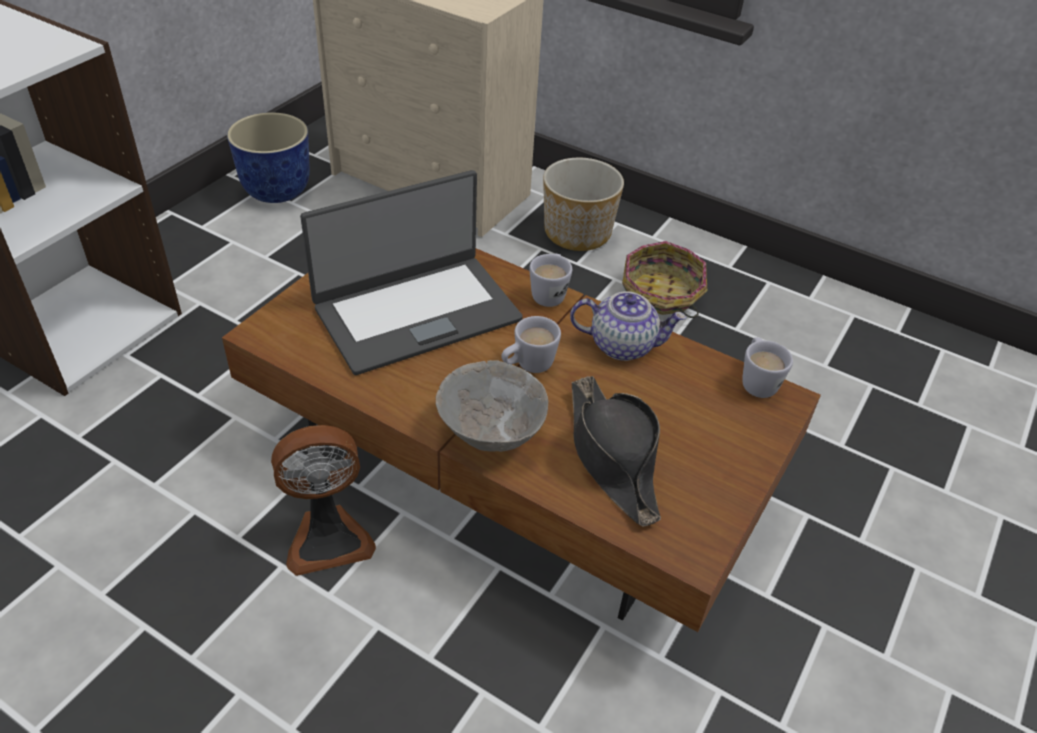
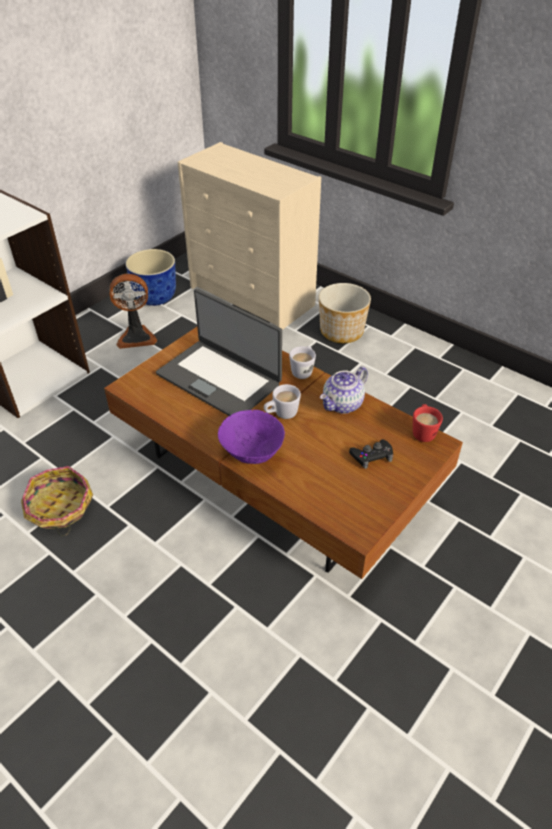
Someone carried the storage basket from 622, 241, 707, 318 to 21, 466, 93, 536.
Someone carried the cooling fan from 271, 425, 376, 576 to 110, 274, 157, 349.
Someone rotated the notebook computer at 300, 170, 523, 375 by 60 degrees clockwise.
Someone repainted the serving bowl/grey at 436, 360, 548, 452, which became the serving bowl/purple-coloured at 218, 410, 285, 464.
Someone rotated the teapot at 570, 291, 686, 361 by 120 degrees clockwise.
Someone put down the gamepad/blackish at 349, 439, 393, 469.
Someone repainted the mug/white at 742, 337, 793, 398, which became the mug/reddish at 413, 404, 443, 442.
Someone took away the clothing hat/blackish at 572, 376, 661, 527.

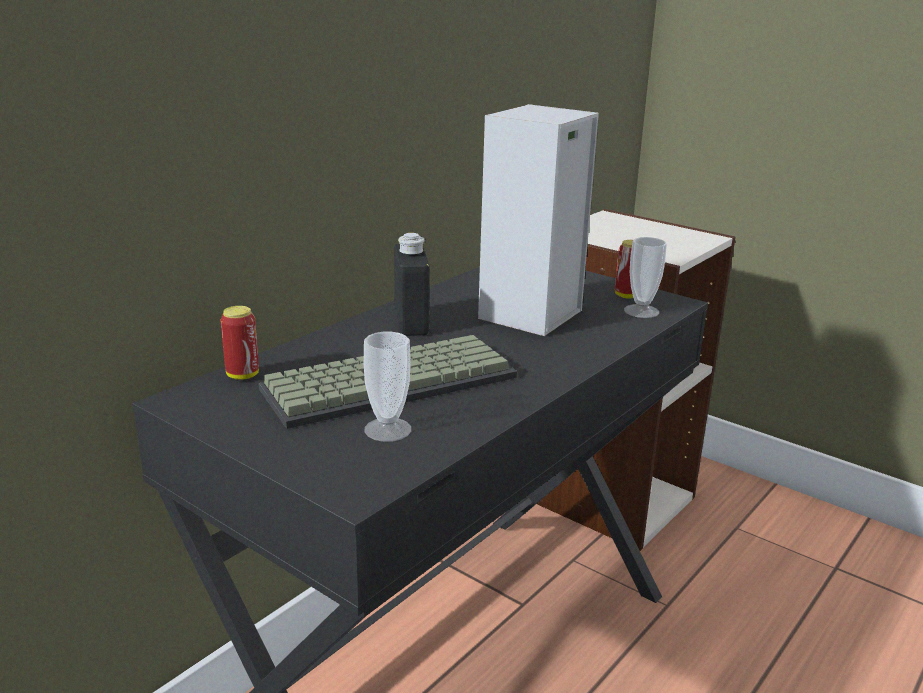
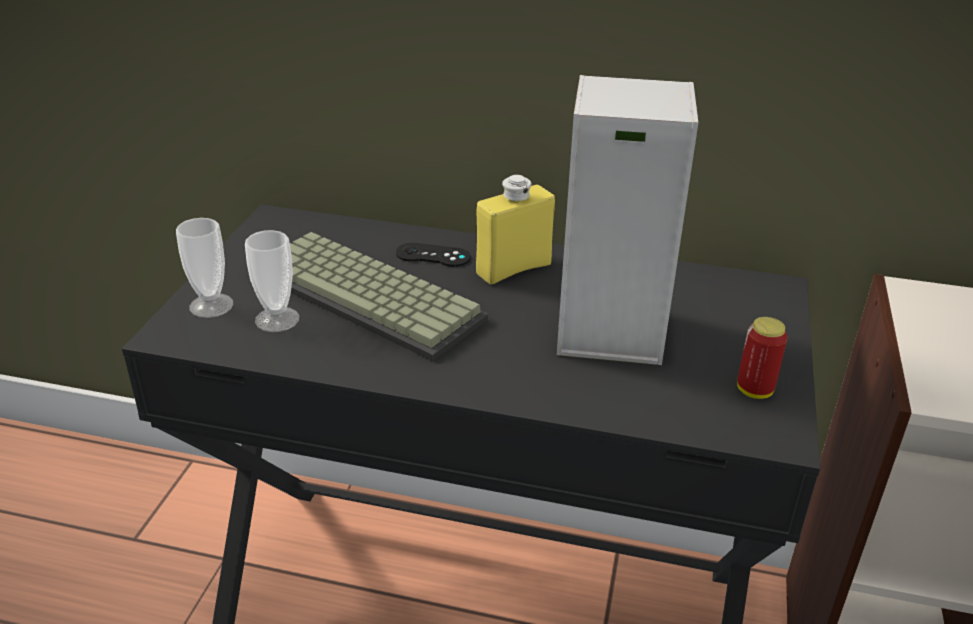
Someone carried the small cup from 624, 237, 667, 318 to 176, 218, 233, 318.
Someone put down the gamepad/blackish at 396, 243, 471, 267.
Someone repainted the drink bottle/blackish at 394, 233, 430, 336, which became the drink bottle/yellow at 476, 175, 555, 285.
Someone took away the can at 220, 306, 259, 380.

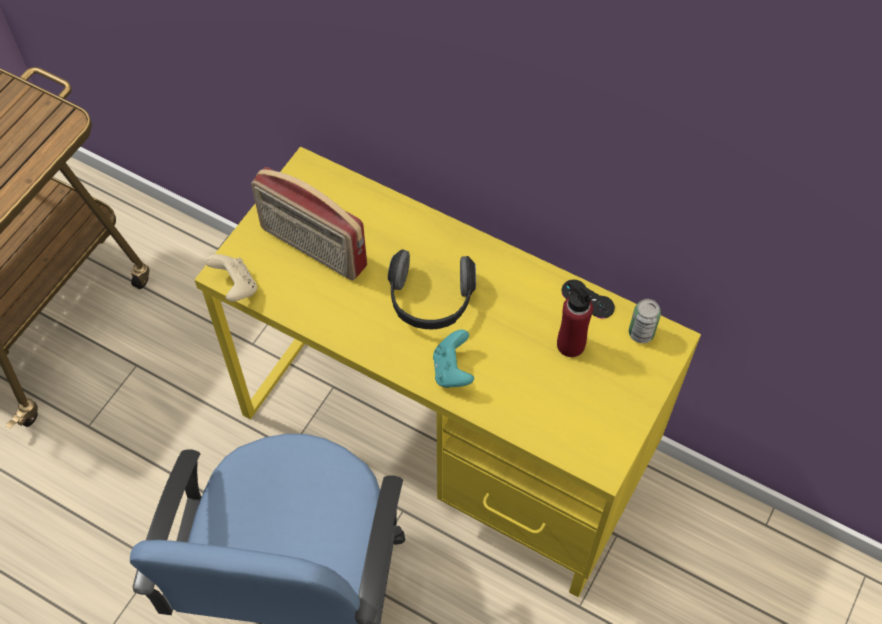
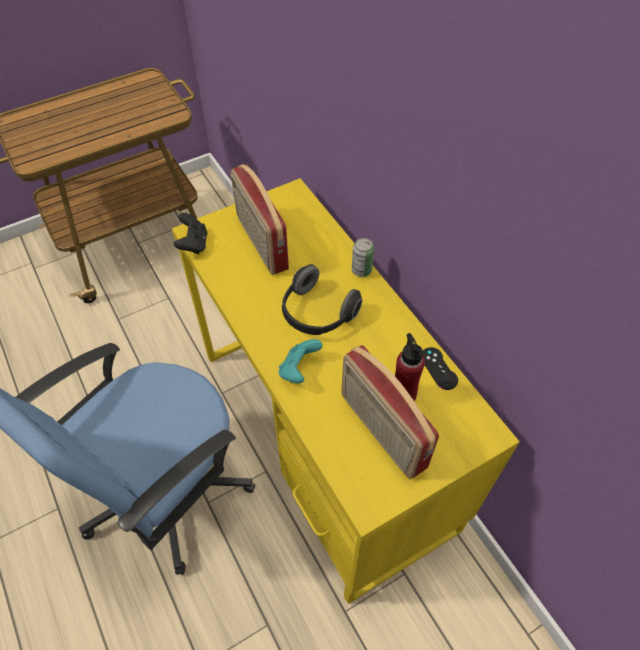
Someone repainted the gamepad/beige at 206, 254, 257, 302, which became the gamepad/blackish at 174, 213, 207, 254.
Someone put down the radio at 341, 345, 439, 479.
Someone carried the can from 629, 299, 661, 343 to 352, 238, 374, 277.

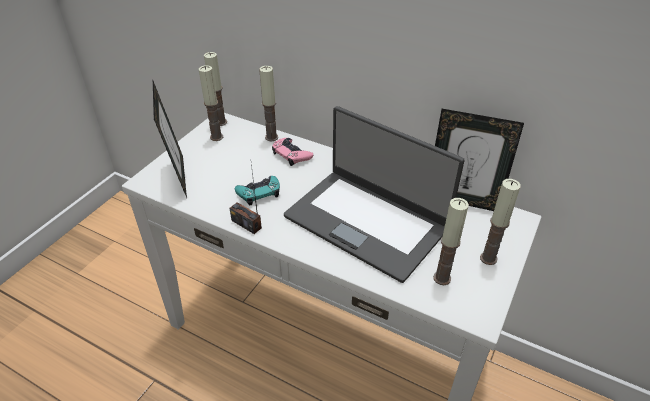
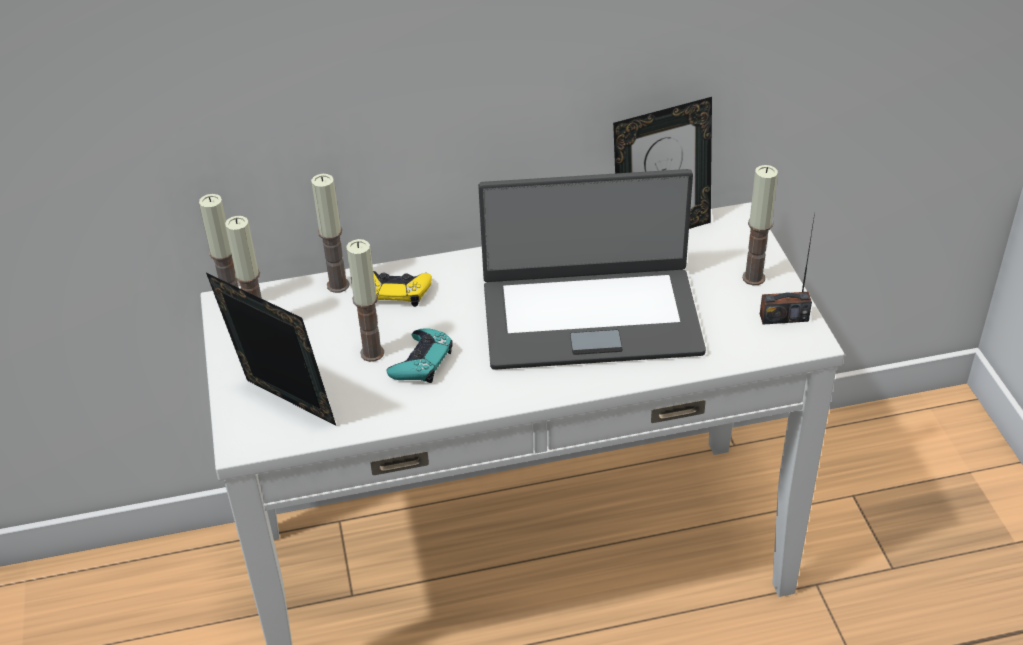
Someone carried the wax light from 433, 198, 469, 285 to 346, 239, 384, 362.
Someone repainted the gamepad/pink-coloured at 272, 138, 313, 166, which became the gamepad/yellow at 373, 271, 432, 307.
Someone carried the radio from 230, 164, 262, 234 to 760, 213, 815, 325.

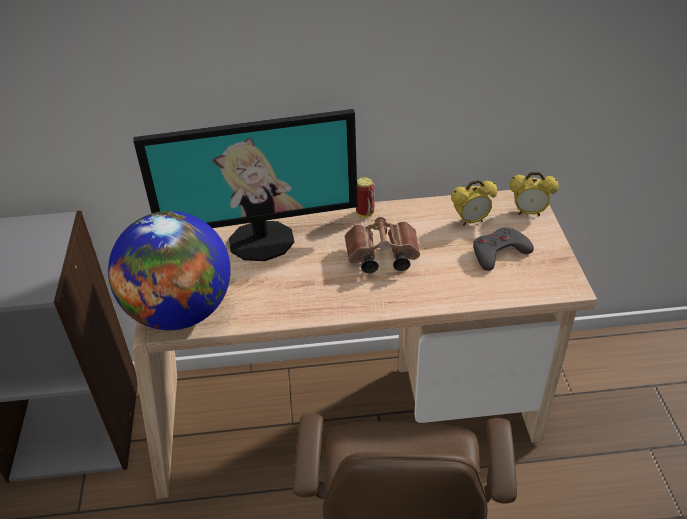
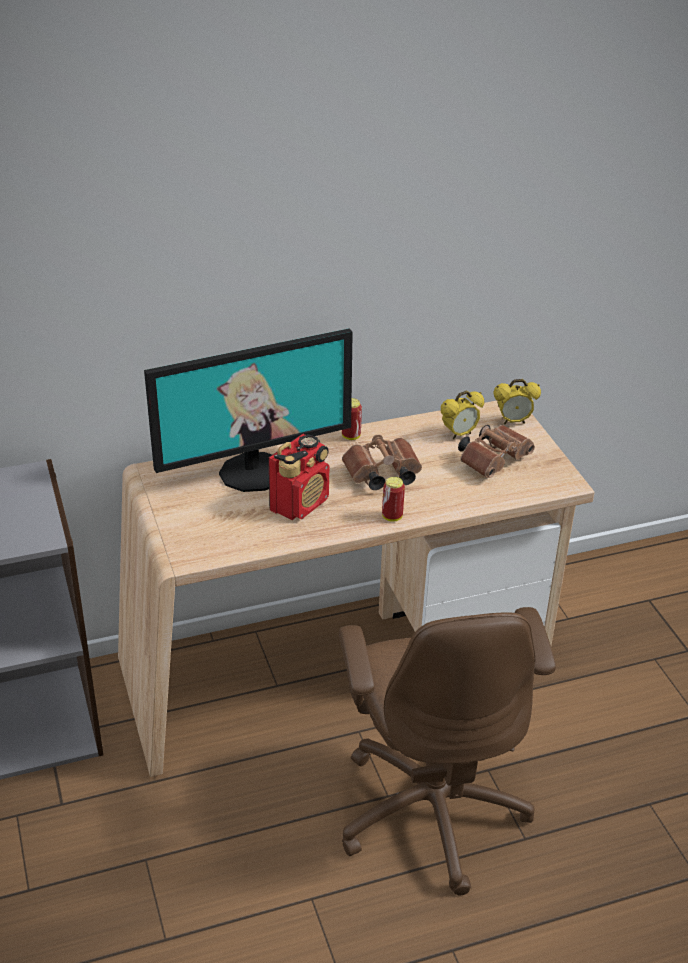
Someone put down the radio at 269, 434, 329, 520.
Someone put down the can at 382, 477, 405, 522.
Someone swapped the gamepad/grey at 473, 227, 534, 271 for the binoculars/brown at 458, 425, 535, 478.
Someone took away the desk globe at 108, 211, 231, 330.

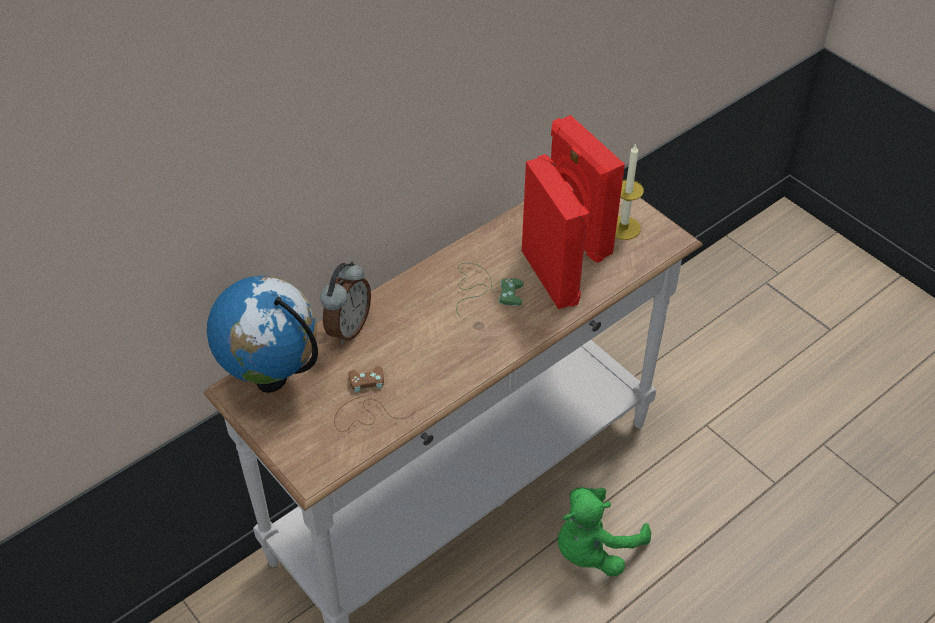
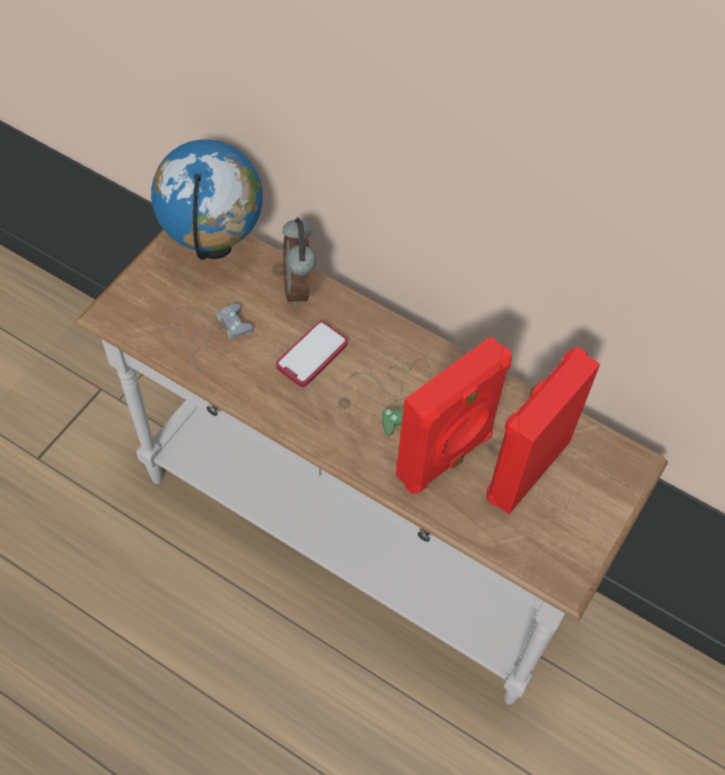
Someone repainted the gamepad/brown at 334, 366, 415, 432, which became the gamepad/grey at 162, 304, 254, 374.
Someone put down the telephone at 276, 321, 348, 387.
Someone rotated the bedside clock at 320, 261, 371, 344 by 75 degrees clockwise.
Someone took away the plush toy/greenish at 558, 487, 651, 576.
Someone took away the wax light at 615, 143, 644, 240.

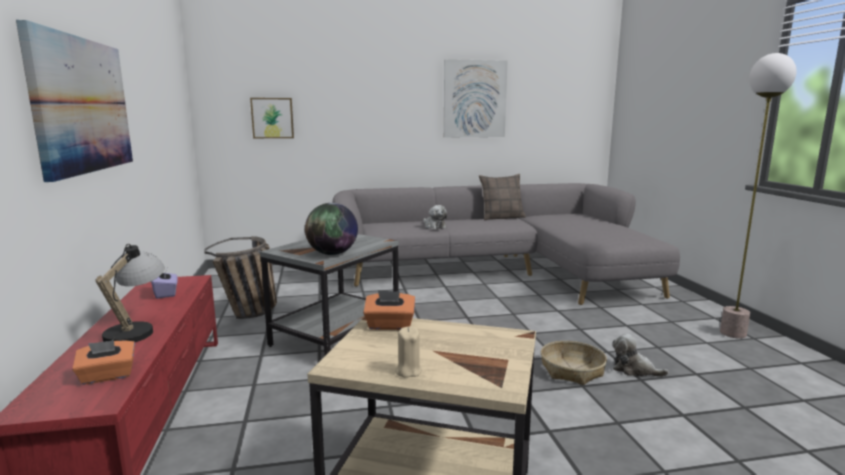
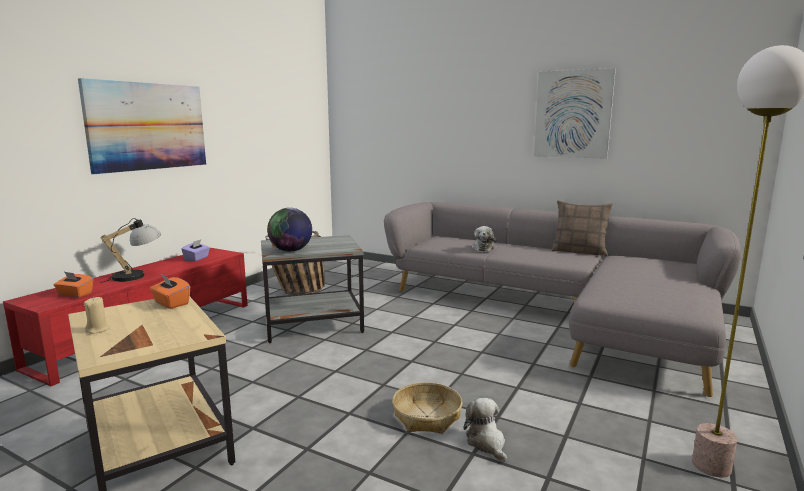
Someone took away the wall art at 250, 98, 294, 138.

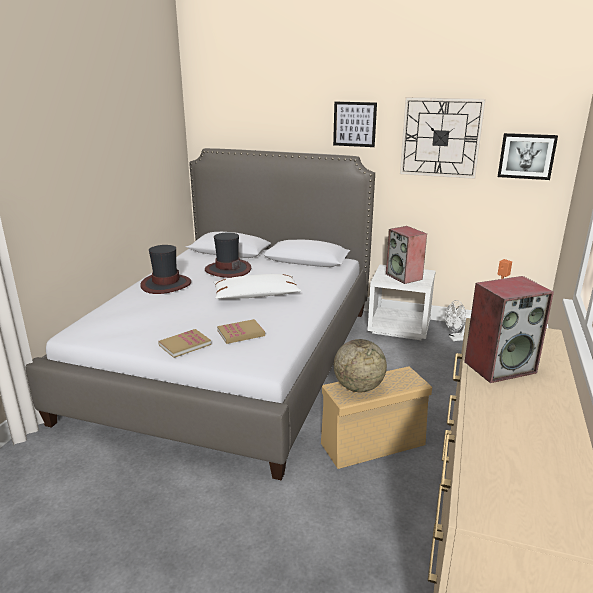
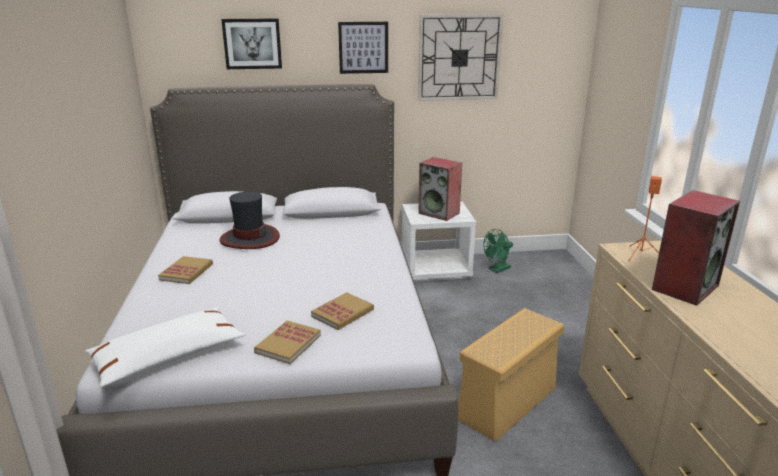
Someone carried the cushion/white from 213, 274, 302, 299 to 86, 307, 246, 387.
Someone swapped the clothing hat at 140, 245, 191, 294 for the bound book at 158, 256, 213, 284.
Someone carried the wall art from 498, 133, 558, 180 to 221, 18, 282, 69.
Someone repainted the cooling fan/white at 445, 300, 471, 341, which became the cooling fan/greenish at 483, 229, 513, 273.
Someone took away the desk globe at 334, 339, 387, 392.

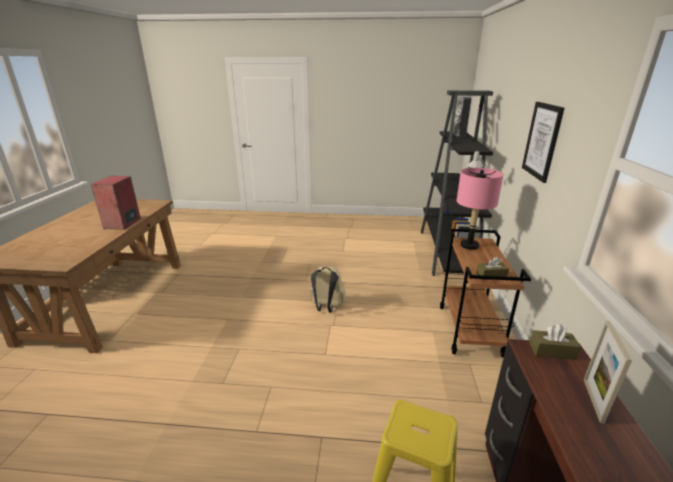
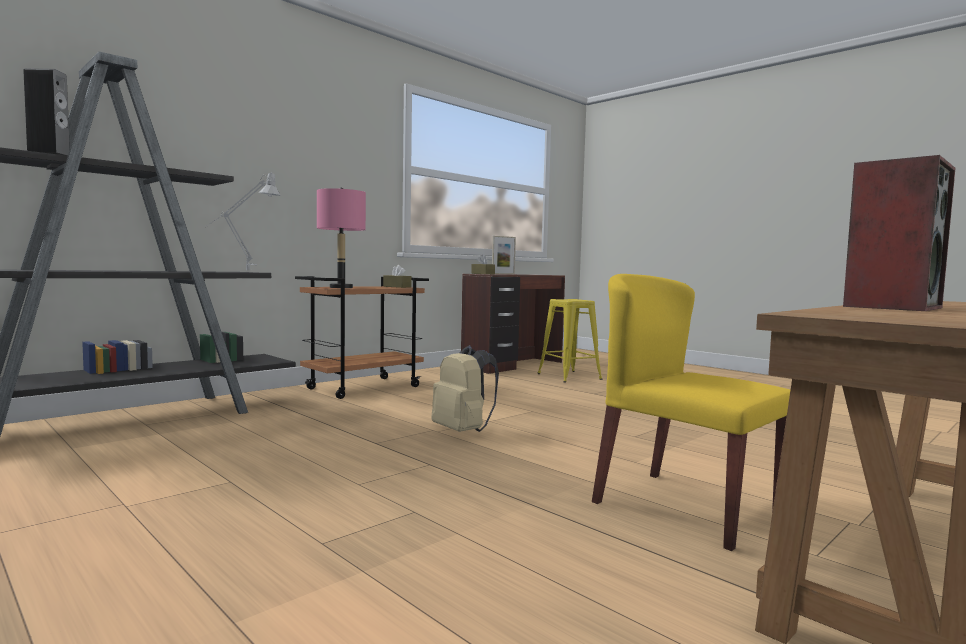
Someone put down the chair/yellow at 592, 274, 790, 551.
Someone took away the wall art at 522, 102, 564, 183.

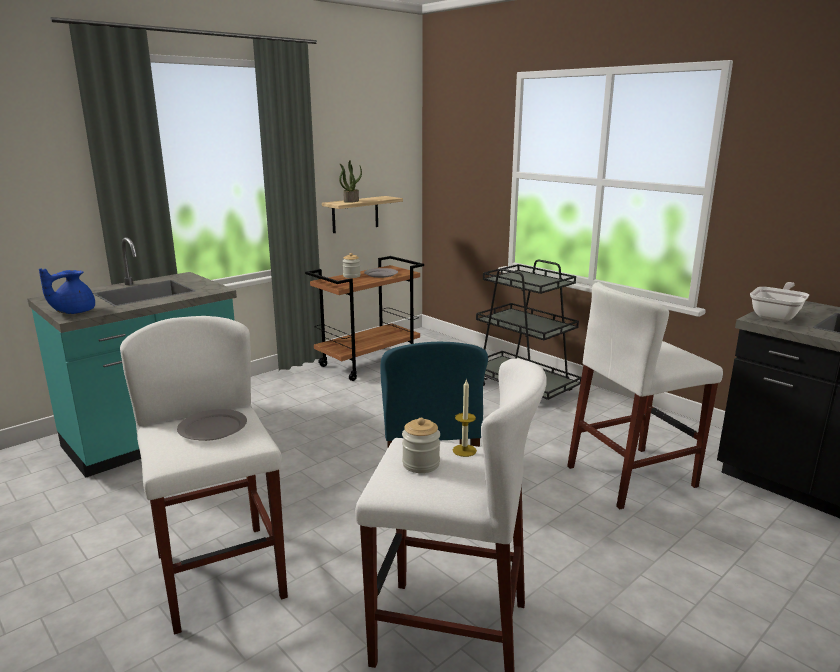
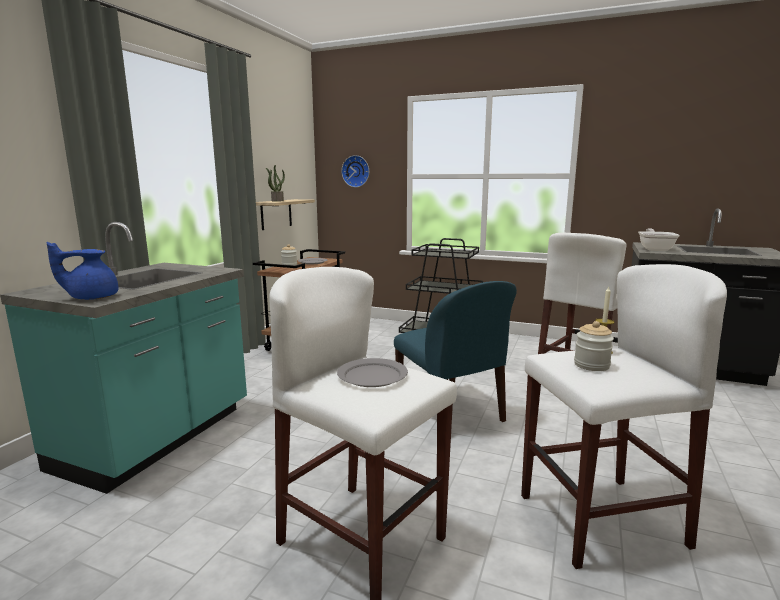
Someone rotated the teapot/bluish at 39, 268, 95, 314 by 60 degrees clockwise.
Someone put up the clock on the wall at 341, 155, 369, 187.

